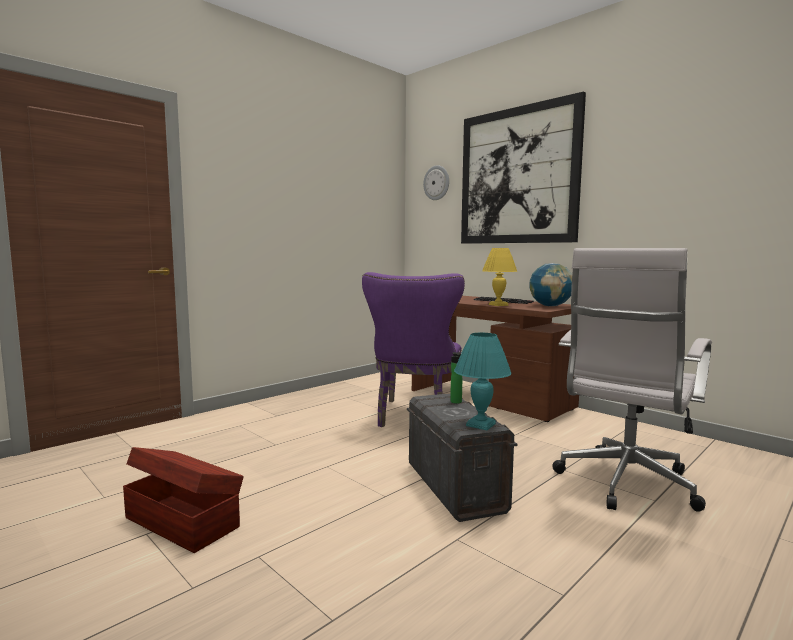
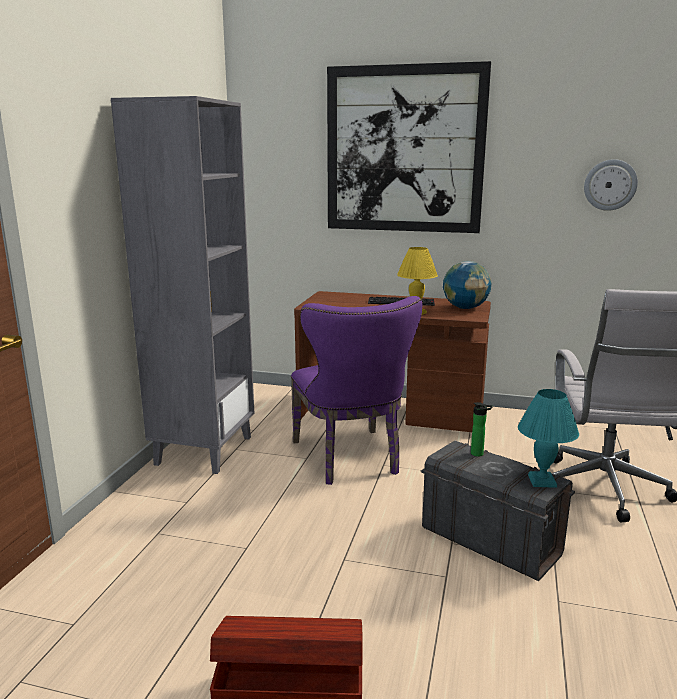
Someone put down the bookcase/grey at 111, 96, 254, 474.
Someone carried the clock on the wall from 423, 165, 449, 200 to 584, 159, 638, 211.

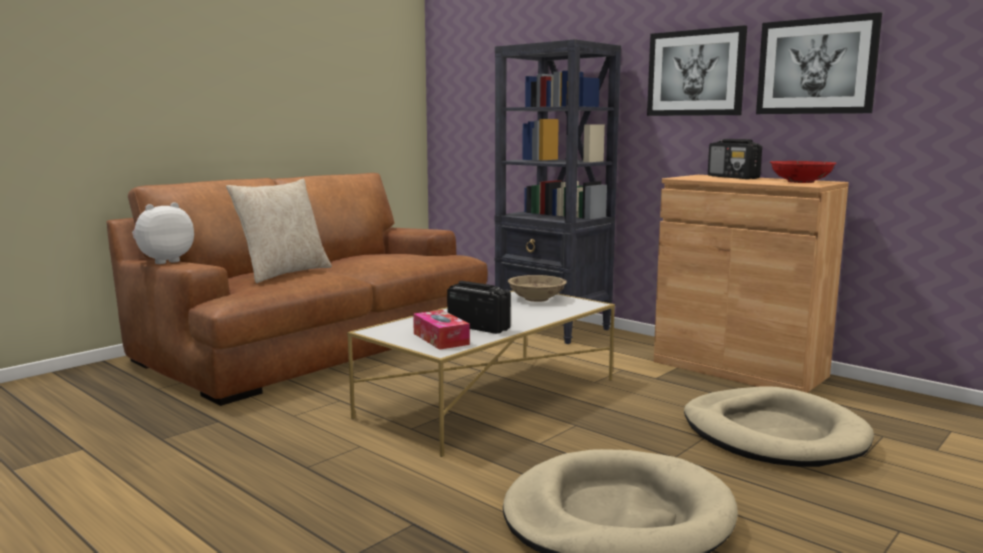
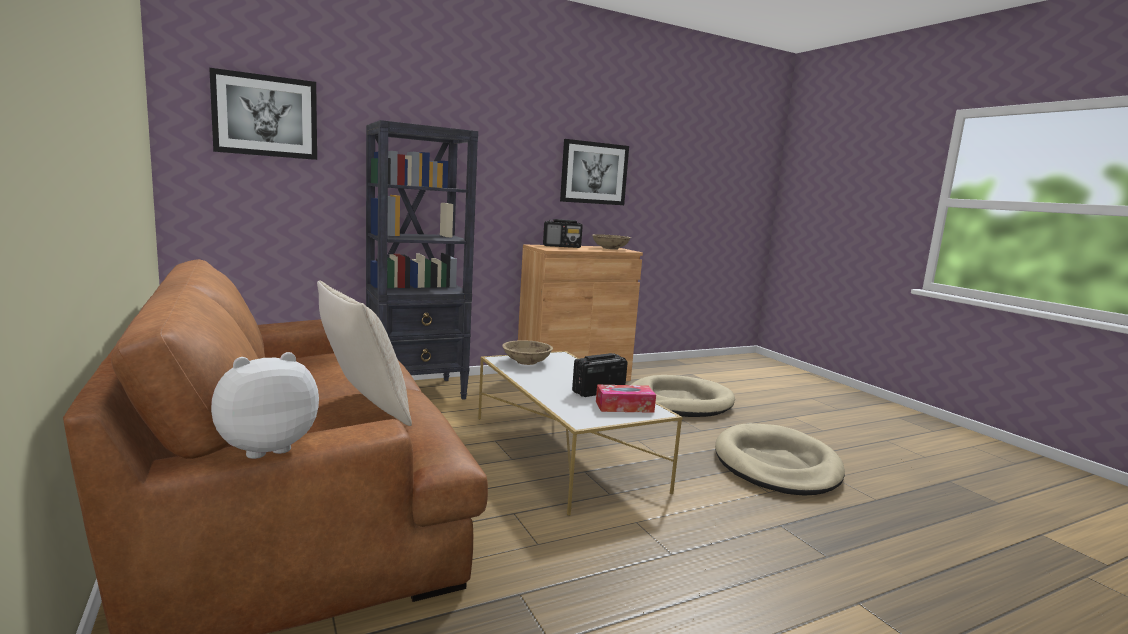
Someone carried the wall art from 647, 25, 747, 116 to 209, 68, 317, 160.
Someone rotated the plush toy at 132, 202, 194, 264 by 75 degrees clockwise.
Someone repainted the serving bowl/reddish at 770, 161, 837, 183, which became the serving bowl/beige at 592, 234, 631, 250.

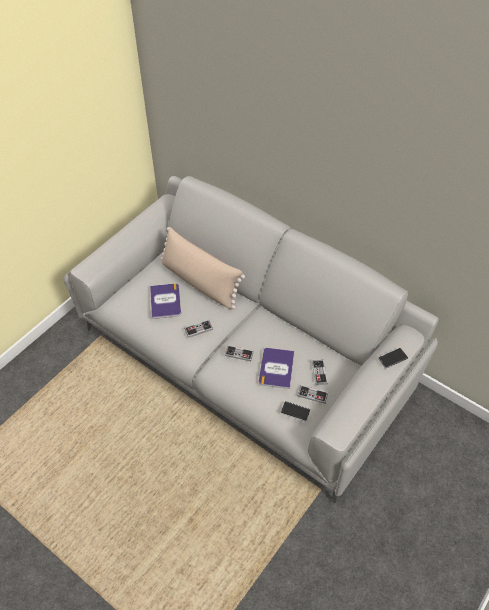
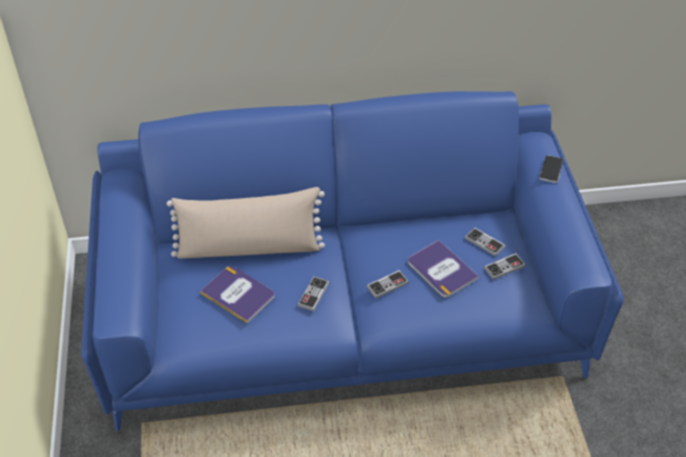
Someone repainted the couch/grey at 64, 176, 439, 503, which became the couch/bluish at 81, 91, 624, 431.
Someone took away the telephone at 281, 401, 310, 422.

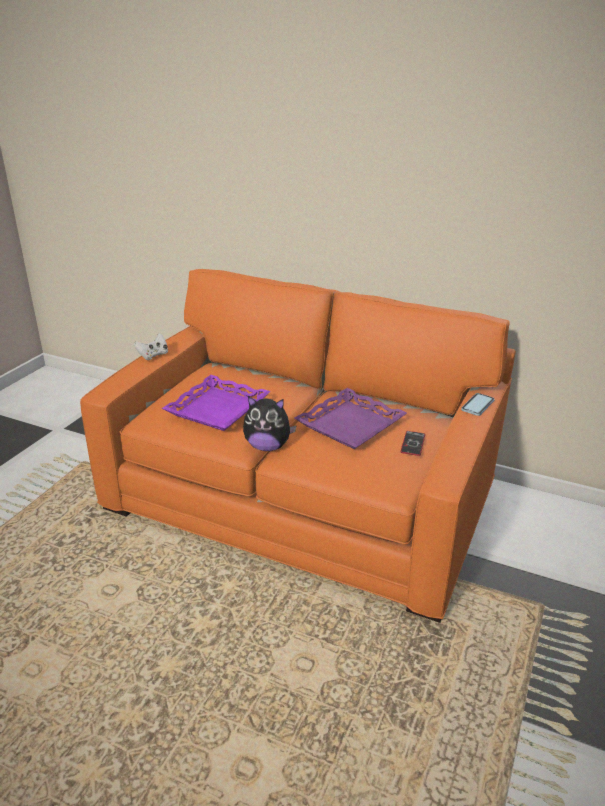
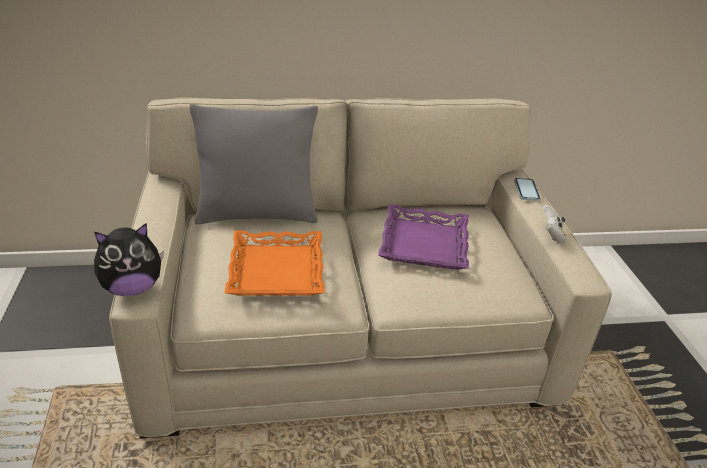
Someone carried the plush toy from 243, 396, 297, 451 to 94, 223, 164, 296.
Someone repainted the couch/orange-coloured at 80, 269, 516, 623, which became the couch/beige at 109, 98, 612, 439.
Someone put down the cushion/grey at 189, 104, 318, 224.
Someone repainted the serving tray/purple-coloured at 162, 375, 270, 431, which became the serving tray/orange-coloured at 224, 231, 324, 296.
Someone carried the gamepad/white from 134, 333, 168, 360 to 543, 205, 566, 243.
Someone took away the telephone at 401, 431, 425, 456.

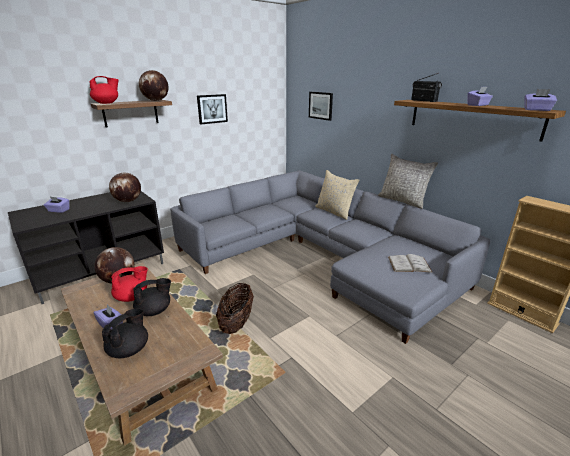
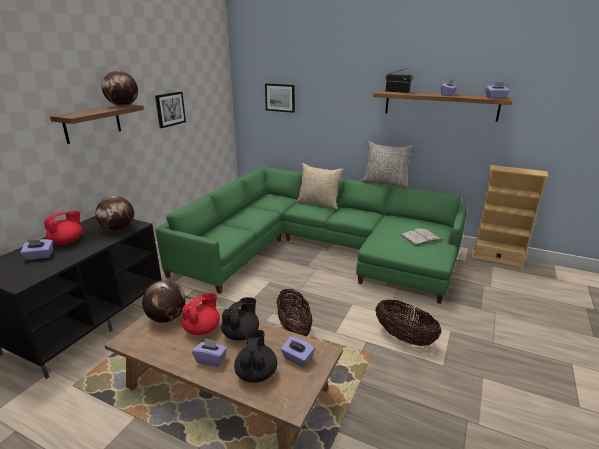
Someone carried the teapot/reddish from 89, 76, 119, 104 to 44, 211, 82, 245.
Someone repainted the couch/grey at 170, 170, 491, 344, which became the couch/greenish at 155, 167, 467, 304.
Someone put down the tissue box/purple-coloured at 281, 336, 315, 367.
Someone put down the storage basket at 375, 299, 441, 346.

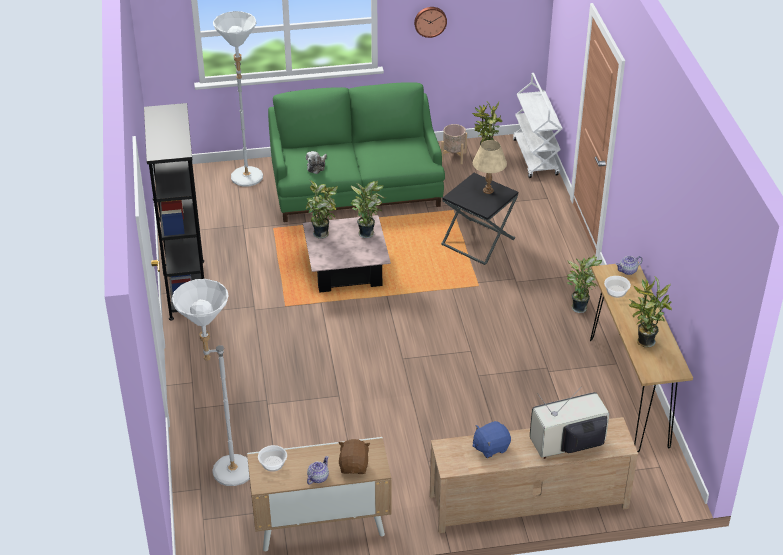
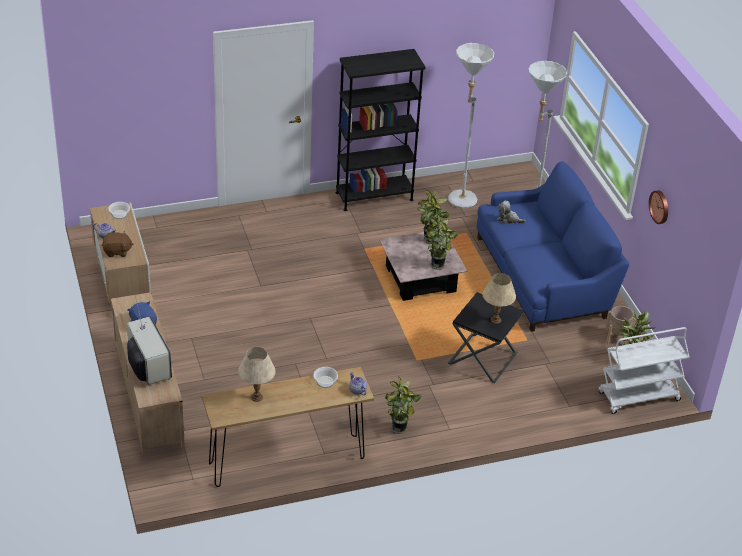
Someone swapped the potted plant at 629, 277, 672, 348 for the lamp for a table/beige at 238, 347, 276, 402.
Someone carried the floor lamp/white from 172, 279, 250, 486 to 448, 43, 494, 208.
Someone repainted the couch/greenish at 268, 82, 445, 222, which became the couch/bluish at 477, 161, 629, 332.

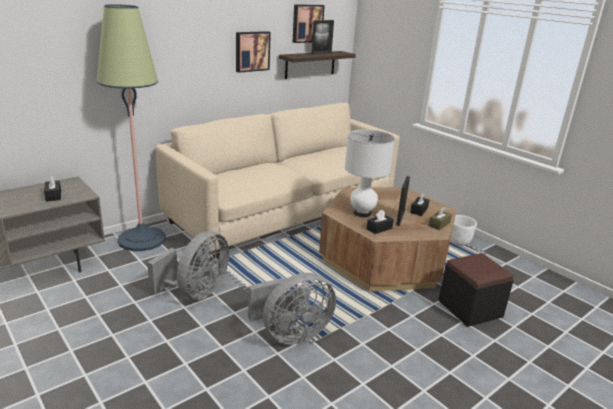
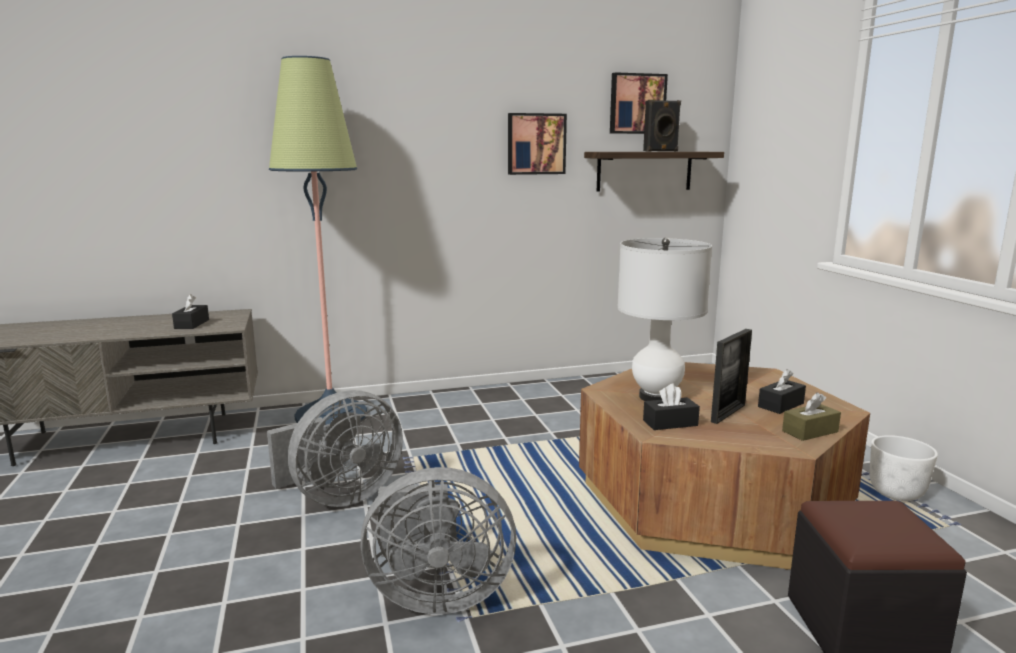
Someone swapped the picture frame at 312, 20, 334, 55 for the audio speaker/blackish at 643, 100, 681, 152.
Someone took away the couch/beige at 156, 103, 400, 261.

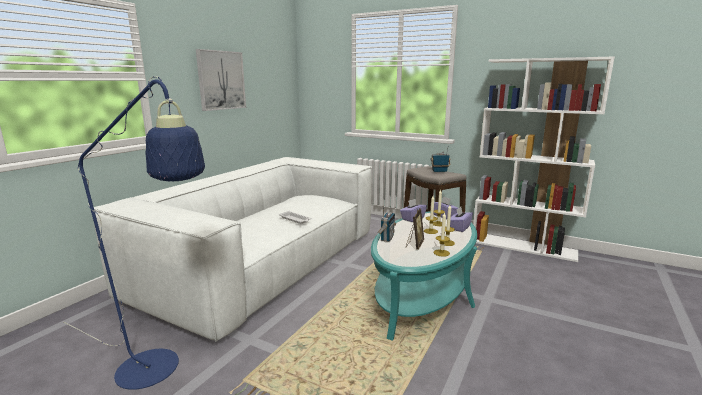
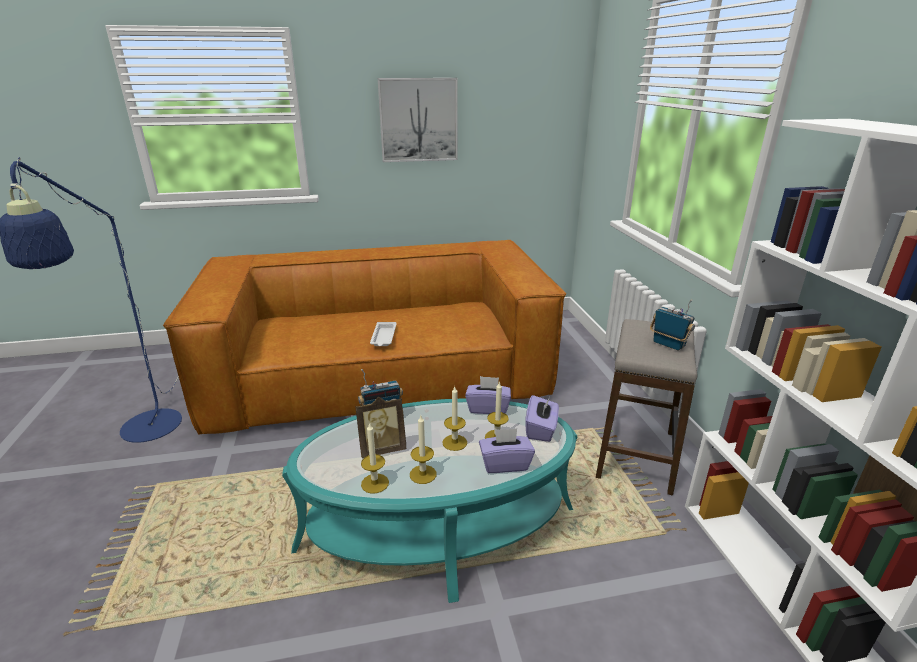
Someone repainted the couch/white at 94, 157, 372, 342, which became the couch/brown at 163, 240, 566, 435.

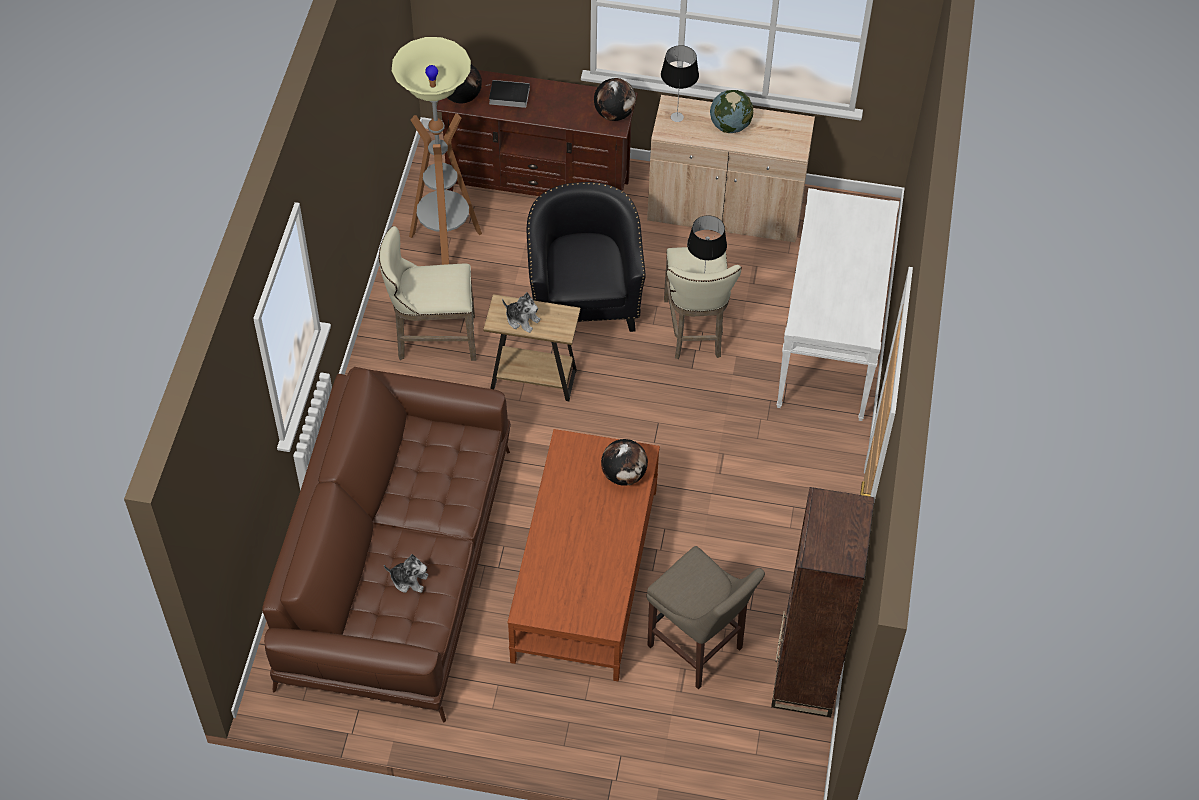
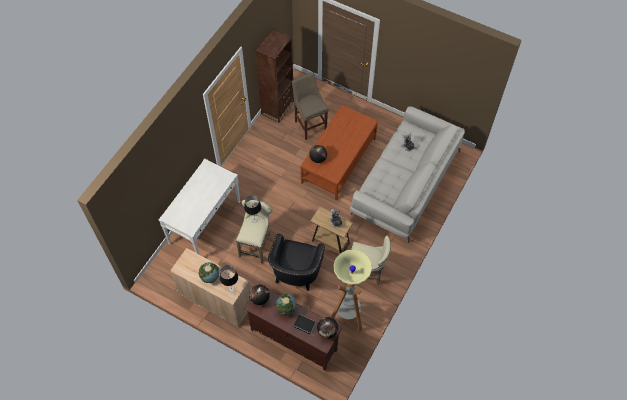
Someone put down the desk globe at 276, 294, 297, 315.
Someone repainted the couch/brown at 262, 367, 511, 722, which became the couch/white at 350, 106, 465, 243.

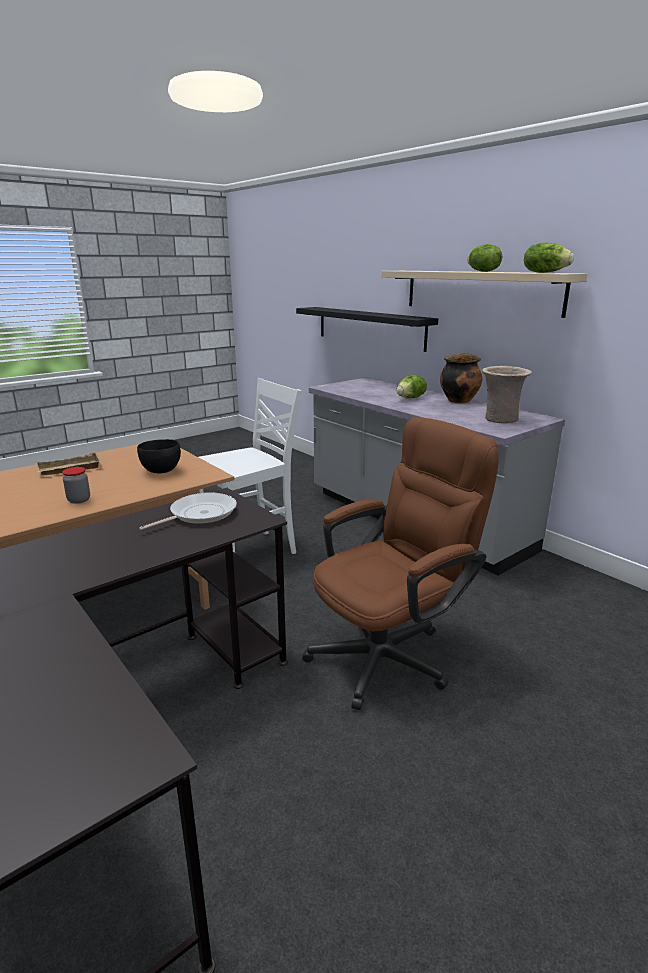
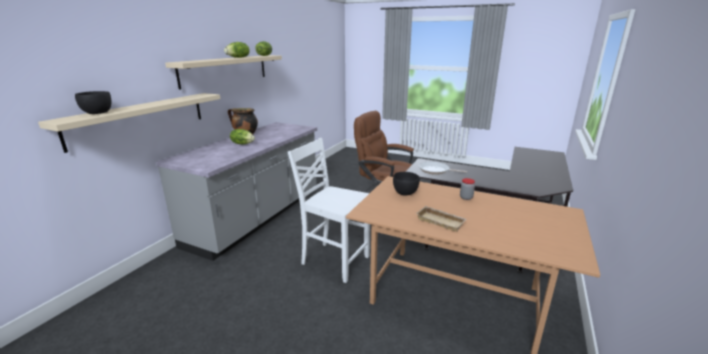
Someone repainted the bracket shelf/blackish at 296, 307, 438, 352, which became the bracket shelf/beige at 38, 93, 220, 153.
Someone put down the serving bowl/blackish at 75, 91, 111, 114.
Someone took away the decorative vase/beige at 482, 366, 532, 423.

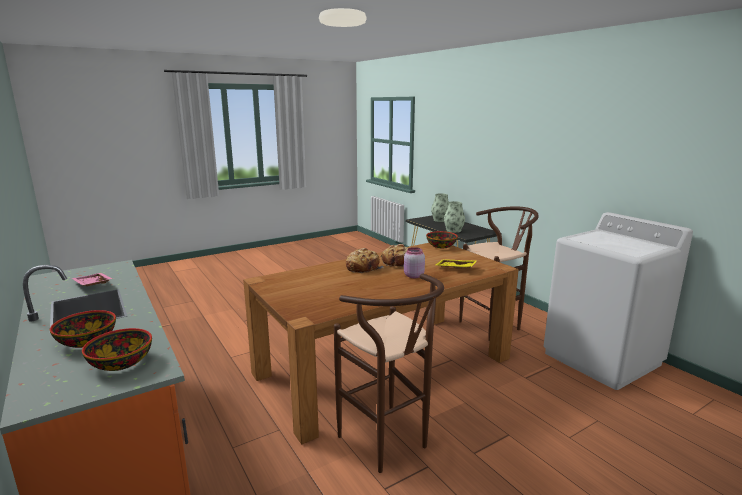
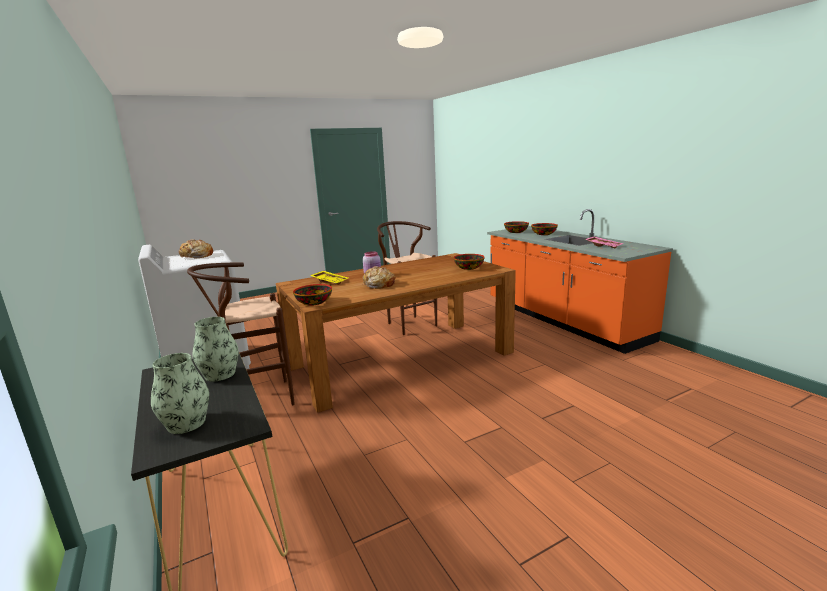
Someone carried the bread from 346, 248, 384, 273 to 179, 239, 213, 258.
Someone put down the serving bowl at 454, 254, 485, 270.

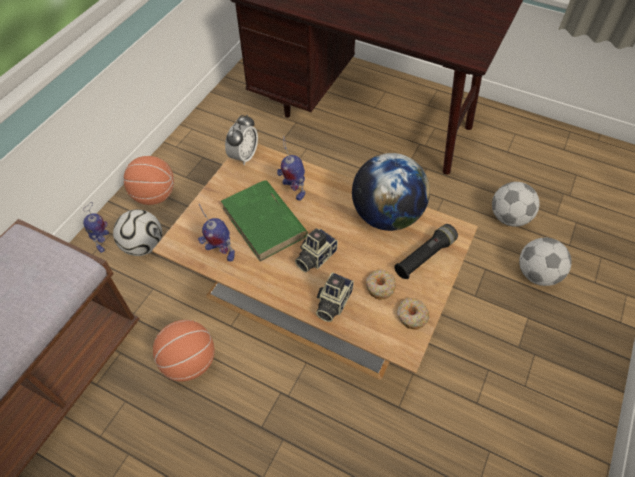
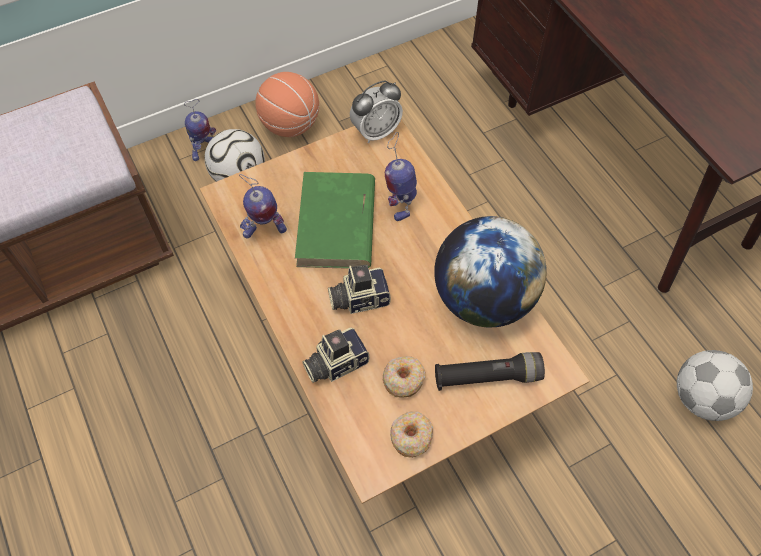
Someone rotated the model robot at 198, 204, 235, 262 by 75 degrees counterclockwise.
Someone took away the ball for basketball at 153, 320, 215, 382.
Someone took away the football ball at 519, 238, 572, 286.

